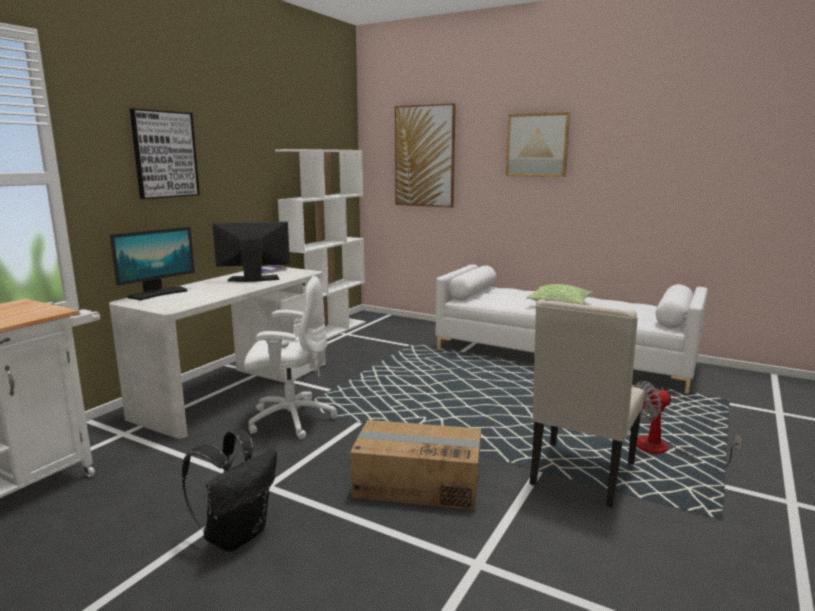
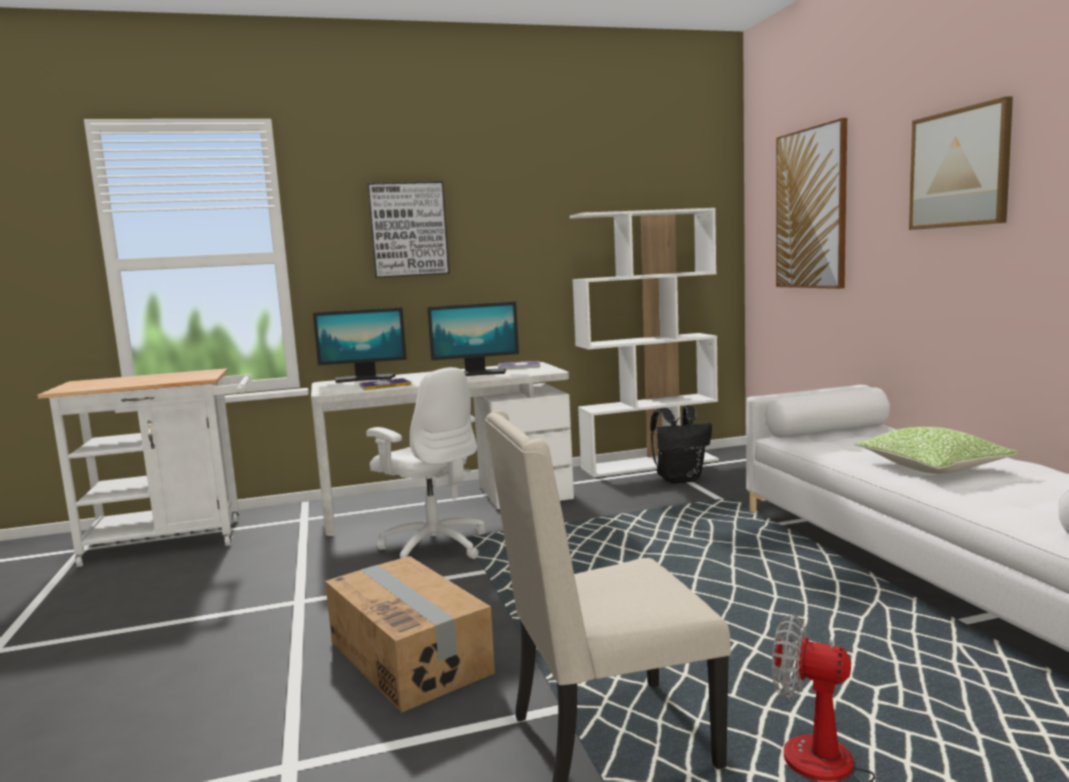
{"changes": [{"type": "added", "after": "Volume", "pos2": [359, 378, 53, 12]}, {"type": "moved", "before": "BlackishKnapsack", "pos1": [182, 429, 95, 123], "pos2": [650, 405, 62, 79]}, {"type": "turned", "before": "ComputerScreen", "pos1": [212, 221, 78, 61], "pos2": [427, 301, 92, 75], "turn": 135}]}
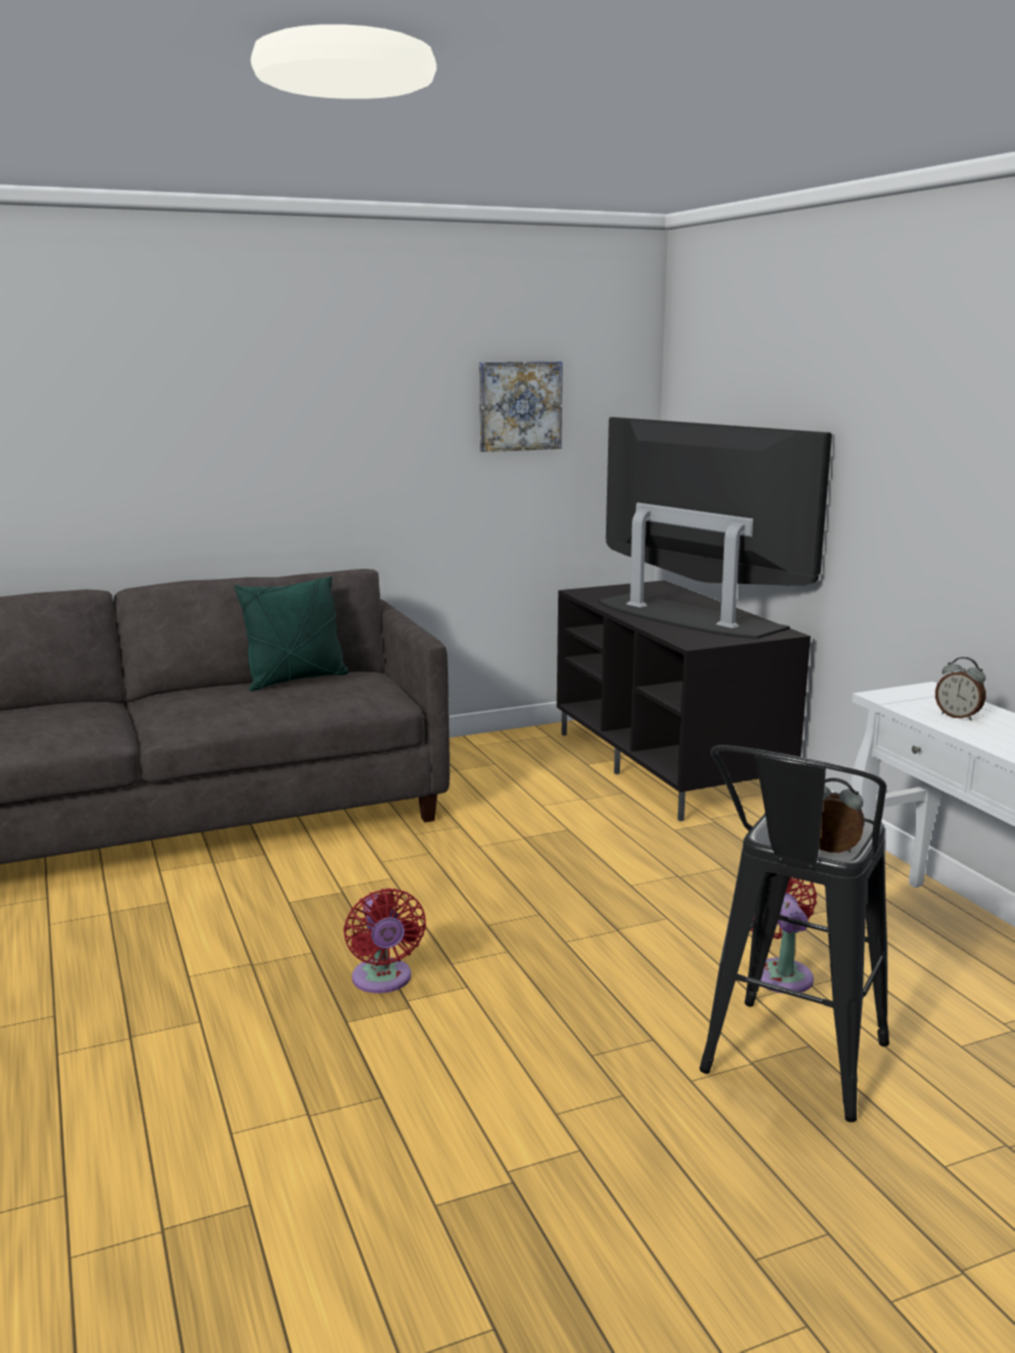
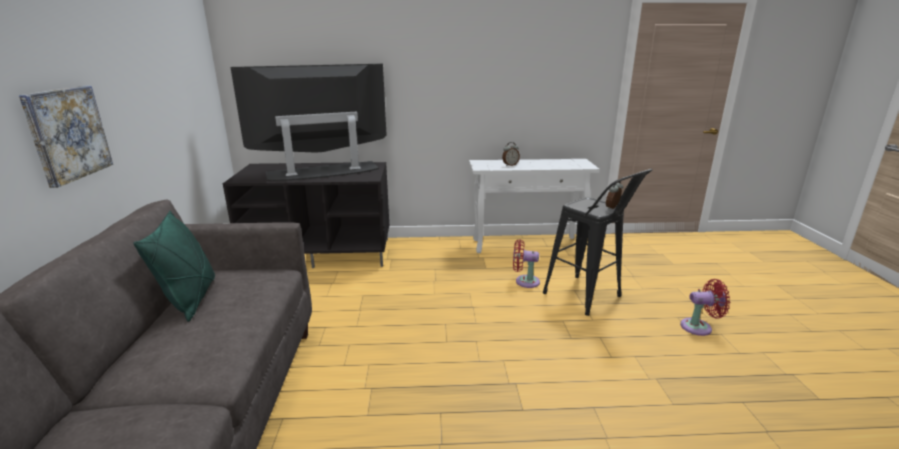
{"changes": [{"type": "moved", "before": "RedFan", "pos1": [343, 888, 83, 105], "pos2": [680, 279, 50, 57]}, {"type": "moved", "before": "WallArt", "pos1": [479, 361, 84, 91], "pos2": [19, 86, 94, 102]}]}
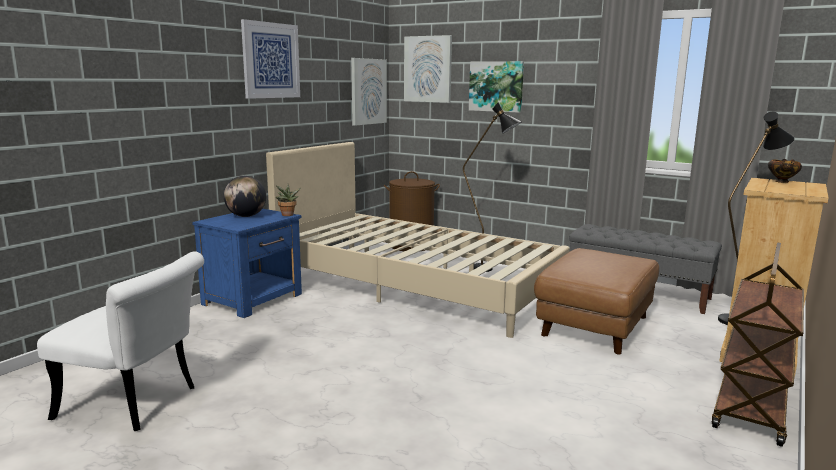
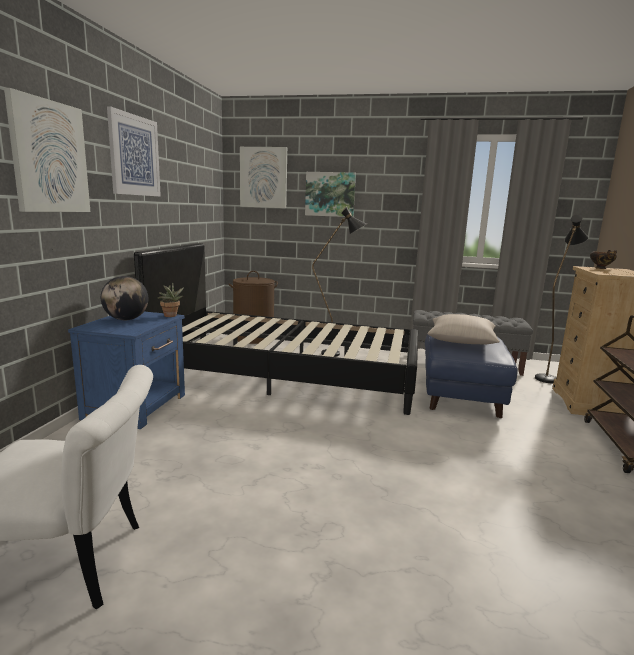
{"changes": [{"type": "added", "after": "BeigeColouredPillow", "pos2": [427, 314, 73, 31]}, {"type": "moved", "before": "WallArt", "pos1": [351, 58, 36, 68], "pos2": [4, 88, 86, 124]}, {"type": "recoloured", "before": "BeigeColouredSleepingBed", "after": "BlackishSleepingBed", "pos1": [266, 142, 304, 196], "pos2": [134, 243, 284, 172]}, {"type": "recoloured", "before": "BrownPouffe", "after": "BluePouffe", "pos1": [534, 248, 125, 107], "pos2": [425, 334, 93, 84]}]}
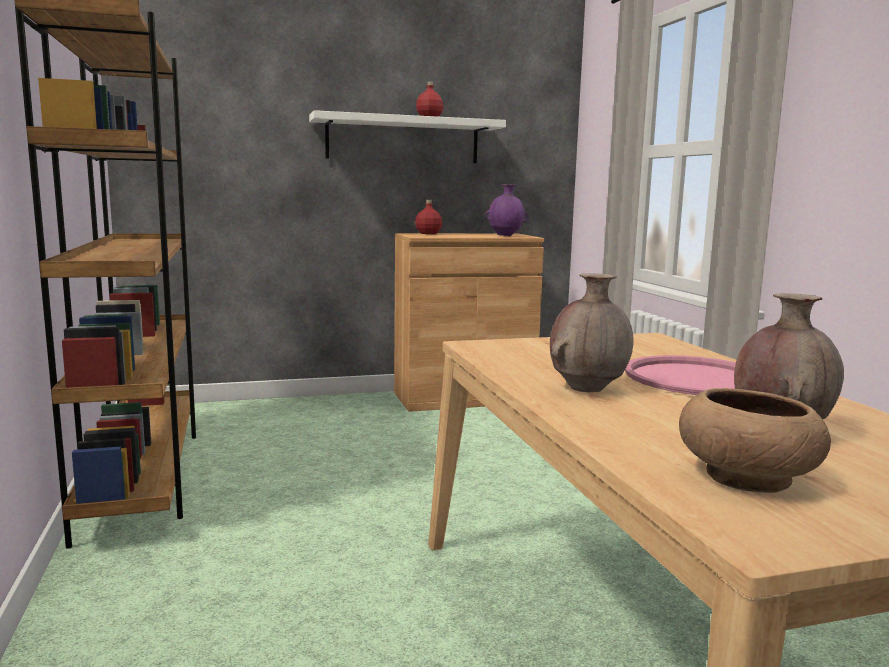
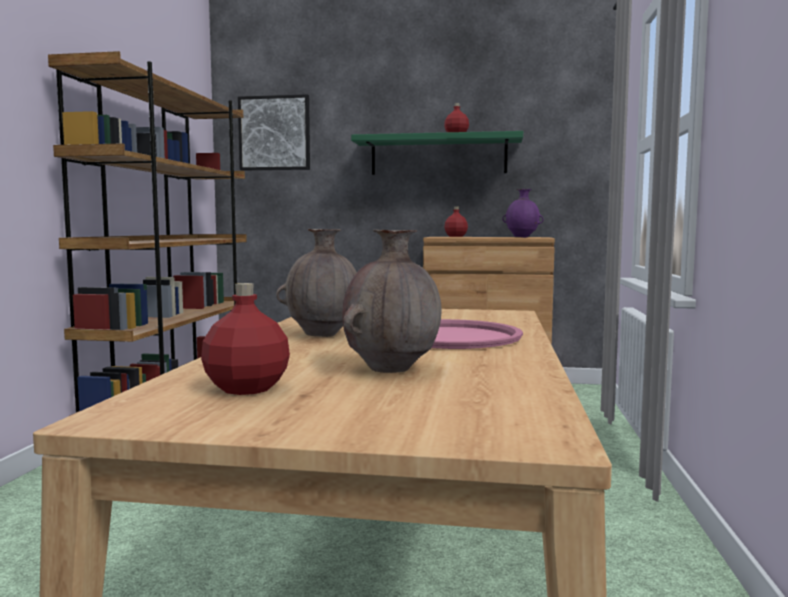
{"changes": [{"type": "added", "after": "WallArt", "pos2": [238, 94, 72, 77]}, {"type": "replaced", "before": "BrownBowl", "after": "RedBeverageBottle", "pos1": [679, 388, 152, 105], "pos2": [201, 283, 89, 112]}, {"type": "recoloured", "before": "WhiteBracketShelf", "after": "GreenColouredBracketShelf", "pos1": [309, 110, 197, 53], "pos2": [351, 131, 172, 44]}]}
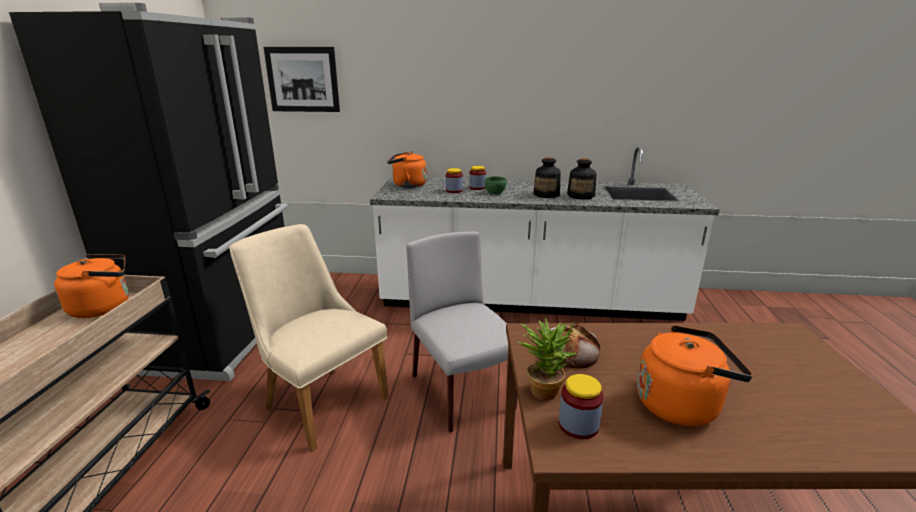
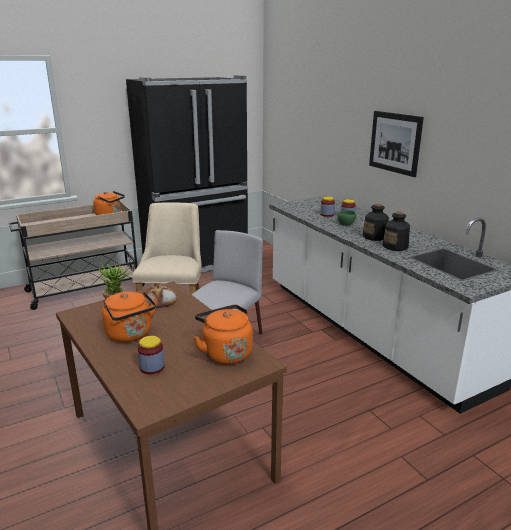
{"changes": [{"type": "moved", "before": "WallArt", "pos1": [264, 47, 76, 65], "pos2": [369, 111, 55, 66]}, {"type": "moved", "before": "OrangeyWaterKettle", "pos1": [387, 151, 40, 37], "pos2": [194, 305, 59, 60]}, {"type": "moved", "before": "StorageJar", "pos1": [559, 374, 45, 65], "pos2": [138, 336, 27, 38]}]}
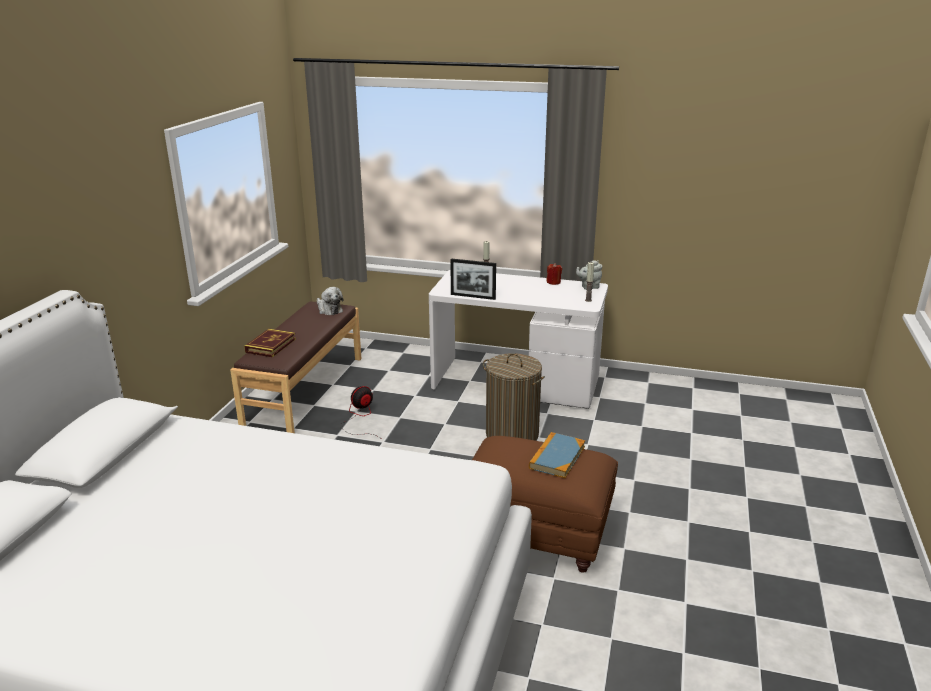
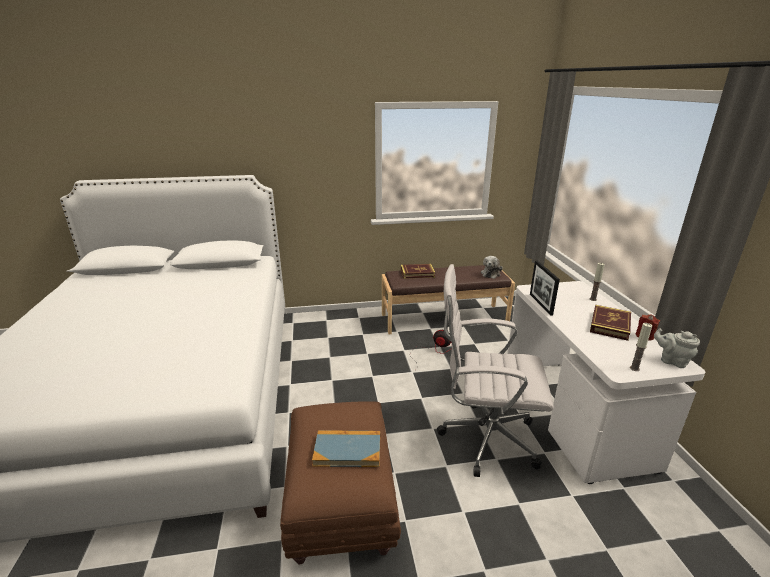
{"changes": [{"type": "added", "after": "Volume", "pos2": [590, 305, 41, 36]}, {"type": "replaced", "before": "WashingBasket", "after": "WhiteDeskChair", "pos1": [483, 353, 62, 88], "pos2": [437, 264, 117, 213]}]}
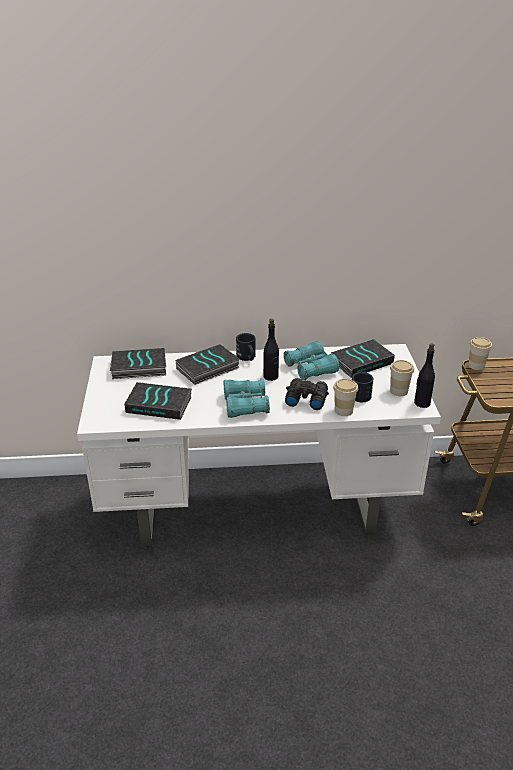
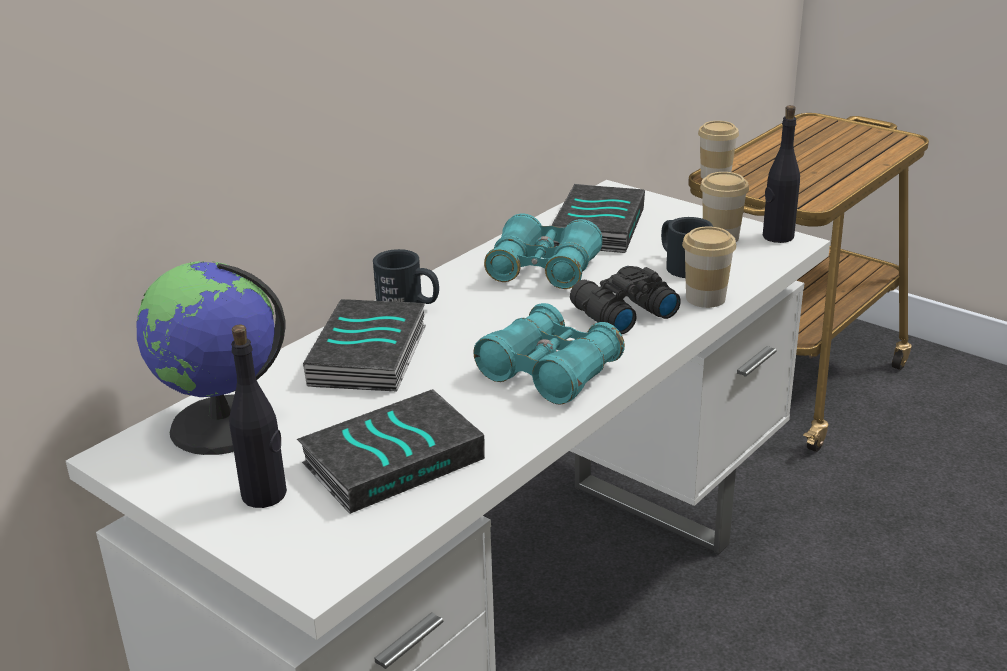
{"changes": [{"type": "moved", "before": "BlackishBeverageBottle", "pos1": [263, 319, 16, 62], "pos2": [229, 325, 58, 183]}, {"type": "replaced", "before": "Volume", "after": "WorldGlobe", "pos1": [110, 348, 56, 31], "pos2": [137, 261, 148, 194]}]}
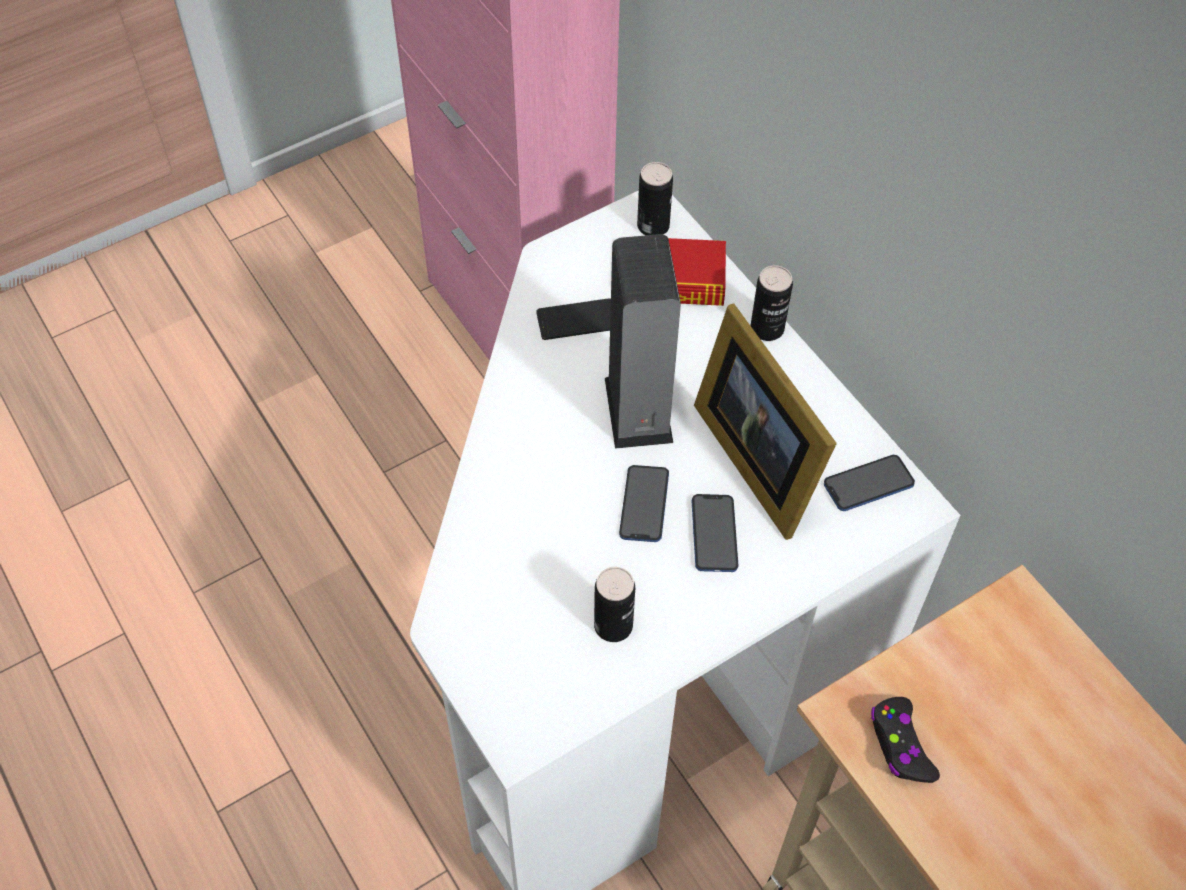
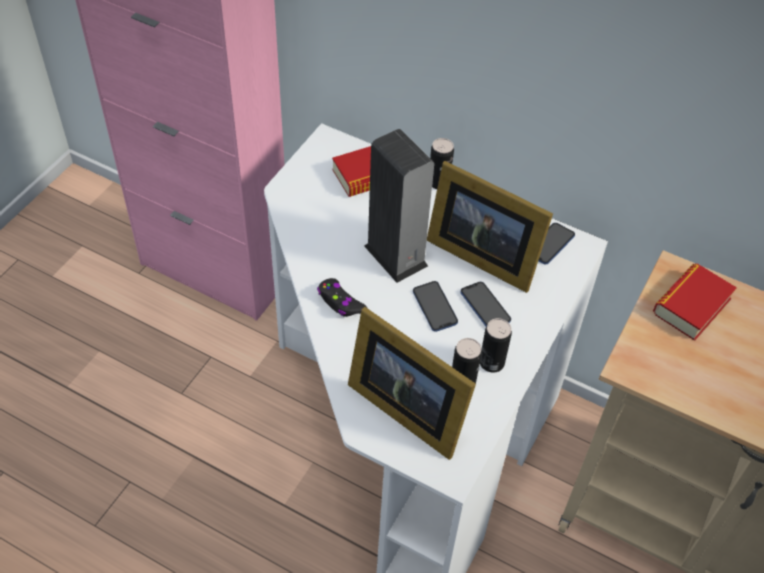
{"changes": [{"type": "removed", "before": "Telephone", "pos1": [536, 298, 75, 42]}, {"type": "added", "after": "StandingFrame", "pos2": [348, 307, 128, 153]}, {"type": "added", "after": "Volume", "pos2": [653, 263, 84, 78]}, {"type": "moved", "before": "Can", "pos1": [637, 162, 36, 73], "pos2": [480, 318, 32, 55]}, {"type": "moved", "before": "BlackishGamepad", "pos1": [871, 697, 69, 86], "pos2": [317, 278, 50, 39]}]}
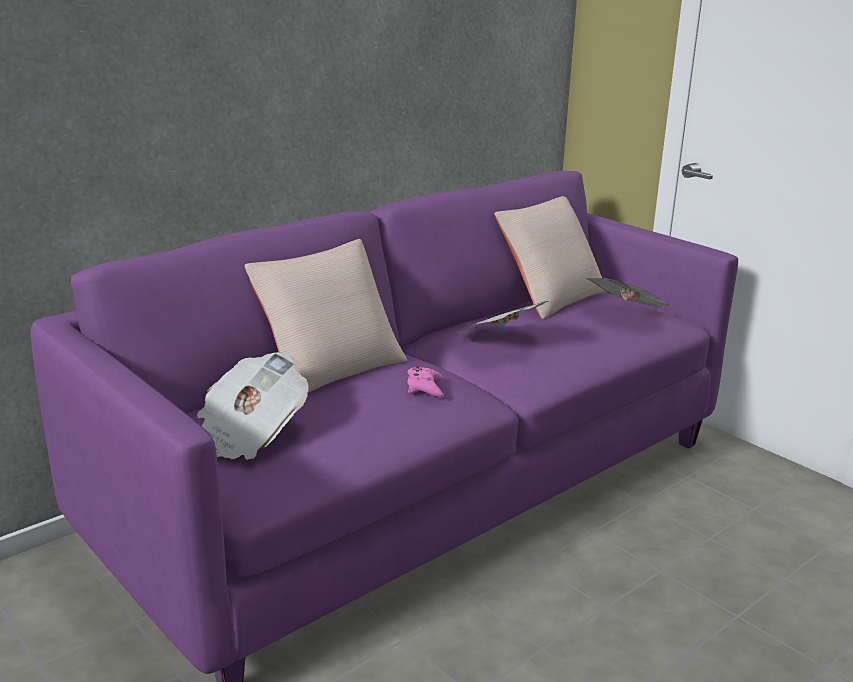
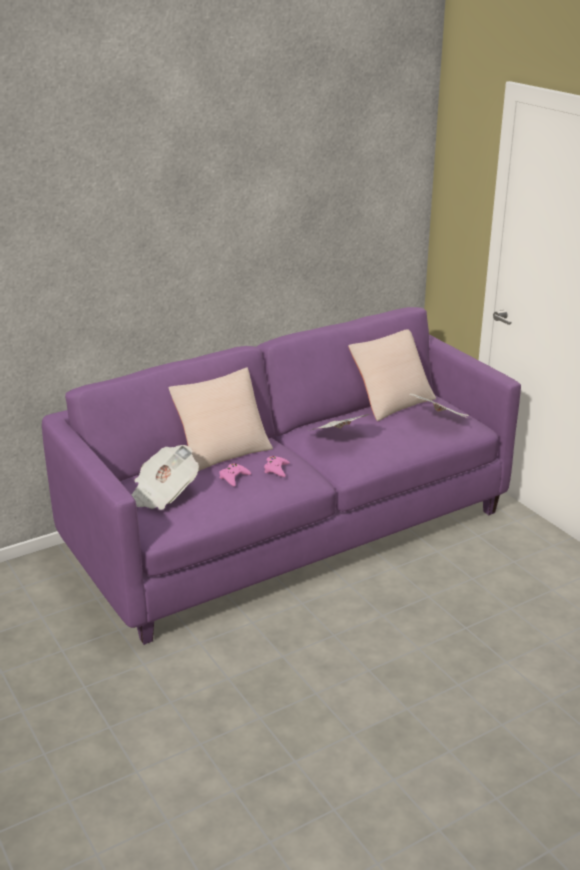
{"changes": [{"type": "added", "after": "PinkColouredGamepad", "pos2": [219, 463, 32, 24]}]}
